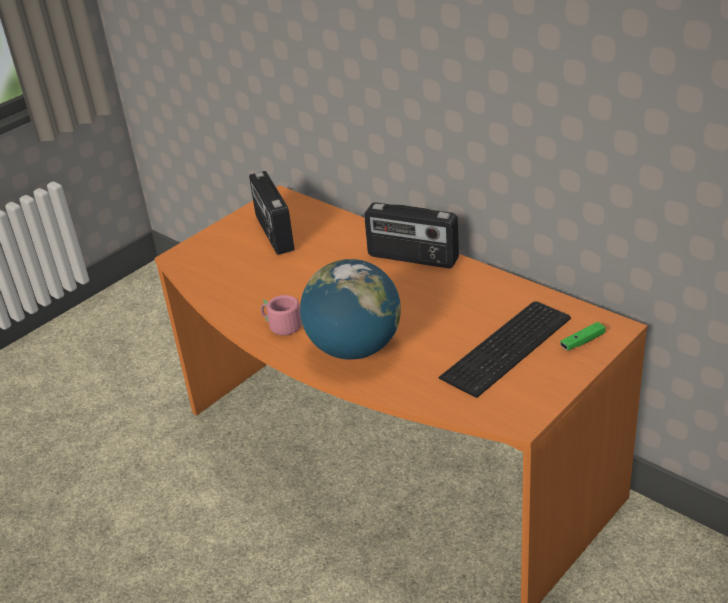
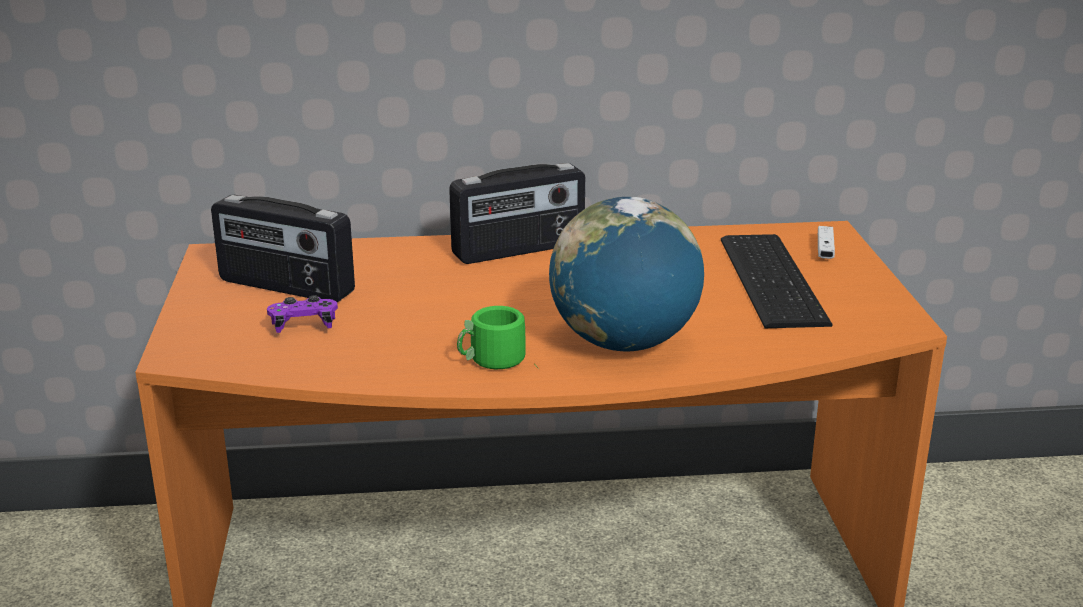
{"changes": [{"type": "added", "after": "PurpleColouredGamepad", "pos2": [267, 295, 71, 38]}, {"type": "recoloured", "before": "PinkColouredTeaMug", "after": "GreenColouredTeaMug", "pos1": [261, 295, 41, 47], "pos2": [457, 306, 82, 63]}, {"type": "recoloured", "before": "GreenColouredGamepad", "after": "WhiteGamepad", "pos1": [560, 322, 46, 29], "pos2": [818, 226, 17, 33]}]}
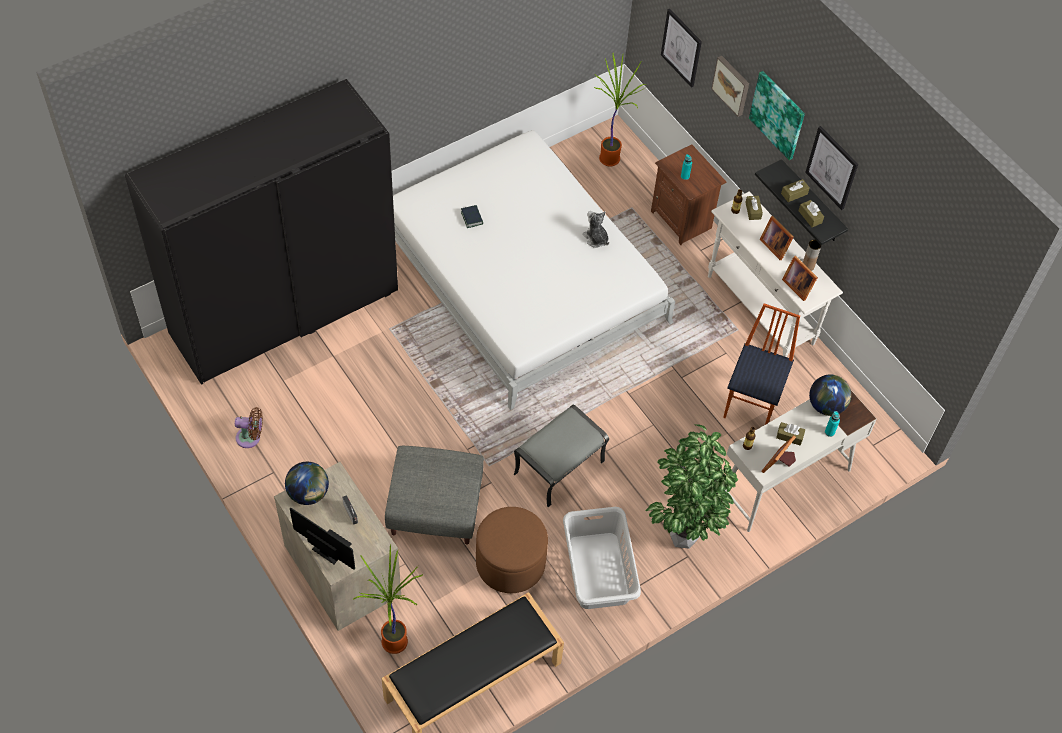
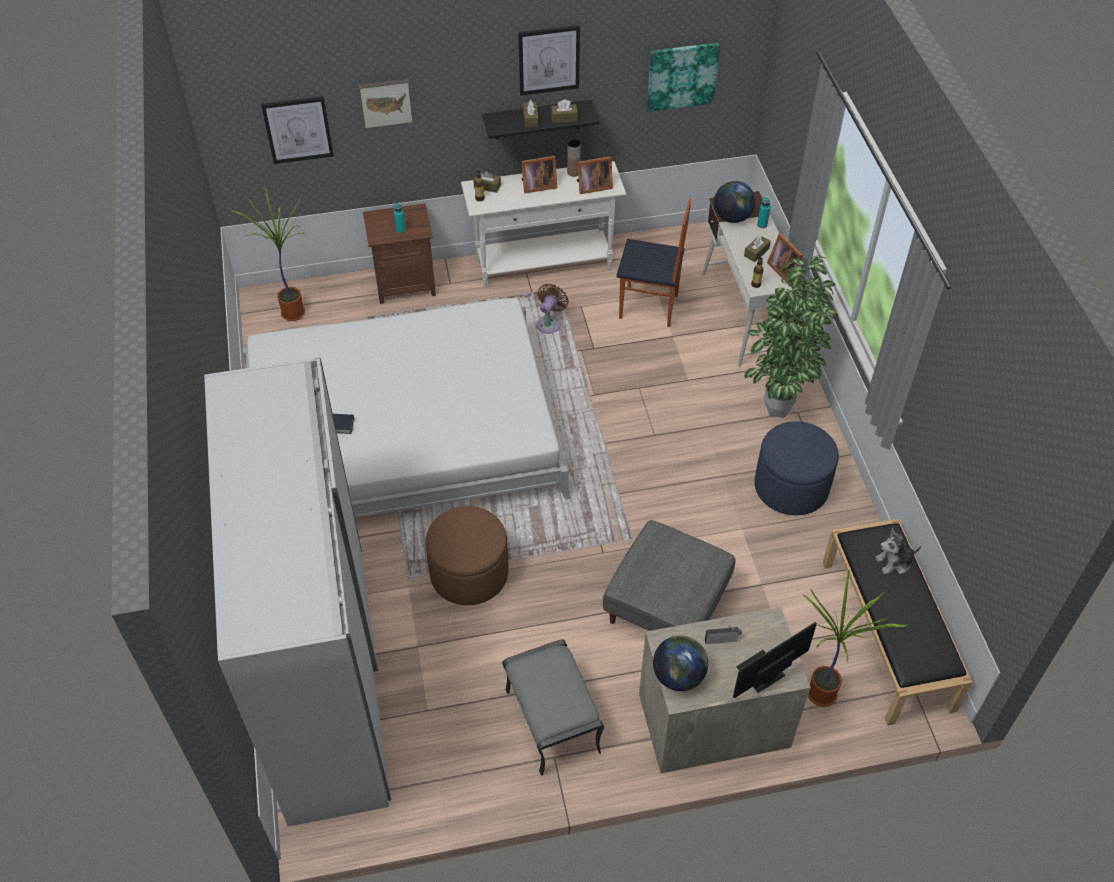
{"changes": [{"type": "moved", "before": "BrownFan", "pos1": [235, 407, 28, 41], "pos2": [536, 284, 33, 50]}, {"type": "moved", "before": "BrownPouffe", "pos1": [476, 507, 72, 86], "pos2": [425, 506, 83, 99]}, {"type": "moved", "before": "GreyishPouffe", "pos1": [514, 405, 95, 102], "pos2": [502, 639, 102, 137]}, {"type": "moved", "before": "SoftToy", "pos1": [582, 211, 27, 37], "pos2": [875, 528, 46, 46]}, {"type": "moved", "before": "WallArt", "pos1": [749, 71, 56, 89], "pos2": [647, 42, 73, 70]}, {"type": "replaced", "before": "GreyishWashingBasket", "after": "BluePouffe", "pos1": [563, 507, 78, 102], "pos2": [754, 421, 85, 94]}, {"type": "recoloured", "before": "BlackishWardrobe", "after": "WhiteWardrobe", "pos1": [125, 79, 273, 306], "pos2": [204, 357, 187, 470]}, {"type": "turned", "before": "PlainChair", "pos1": [723, 303, 77, 122], "pos2": [616, 198, 75, 129], "turn": 150}]}
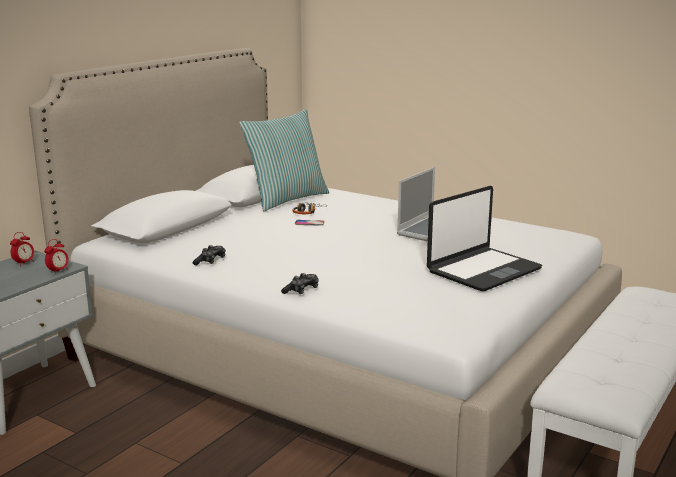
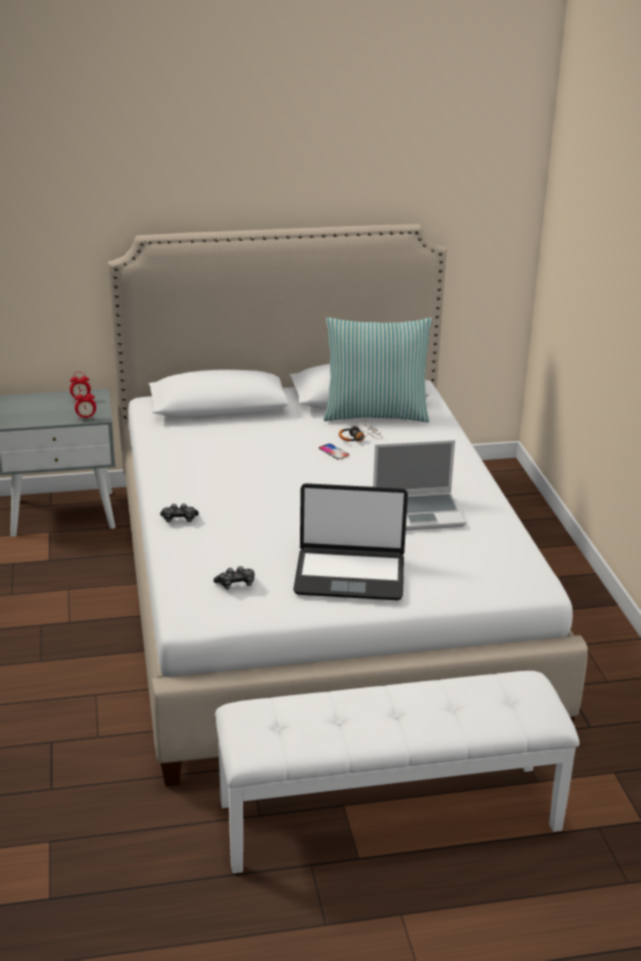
{"changes": [{"type": "moved", "before": "Gamepad", "pos1": [193, 245, 33, 20], "pos2": [214, 566, 41, 23]}]}
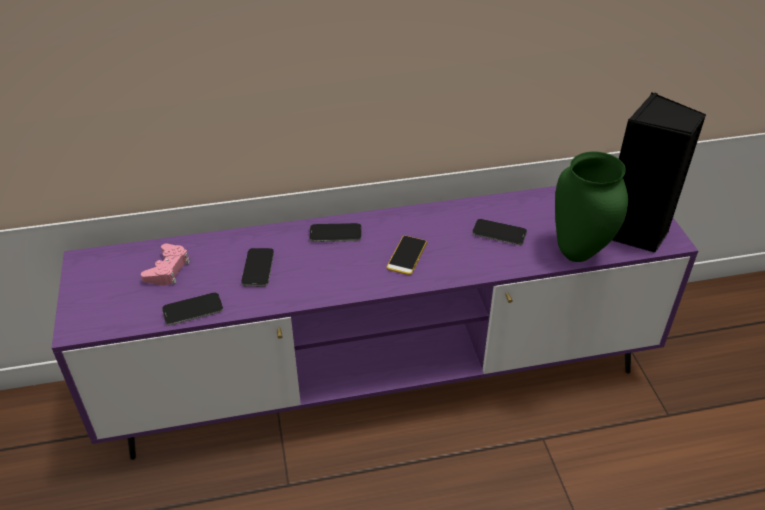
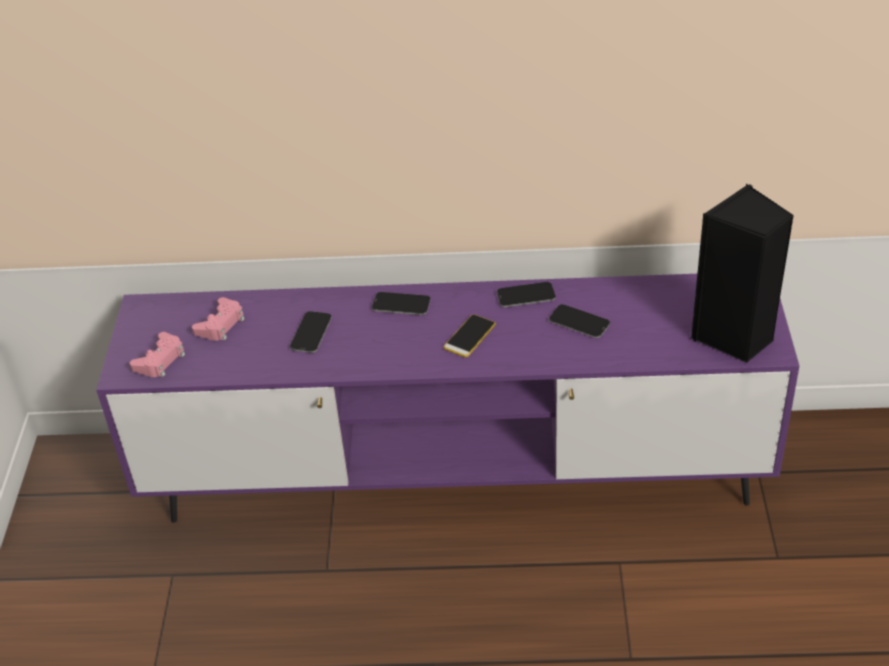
{"changes": [{"type": "removed", "before": "GreenColouredDecorativeVase", "pos1": [555, 152, 73, 110]}, {"type": "added", "after": "PinkColouredGamepad", "pos2": [130, 332, 55, 45]}, {"type": "moved", "before": "Telephone", "pos1": [162, 293, 61, 32], "pos2": [497, 282, 59, 25]}]}
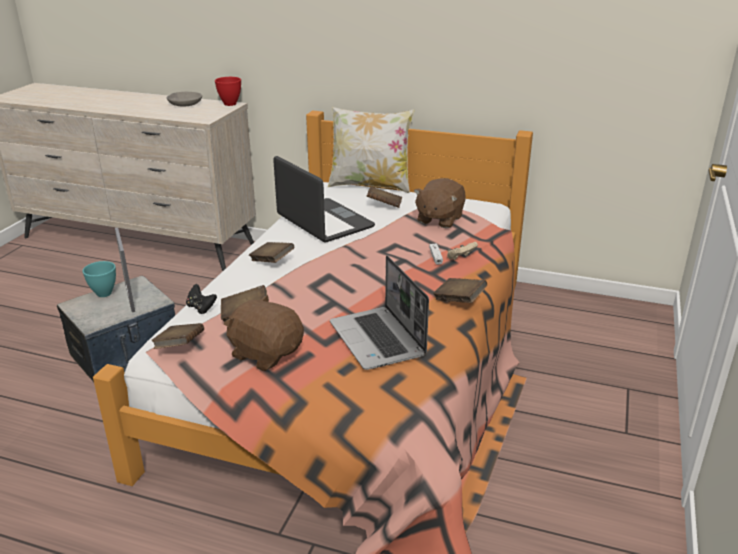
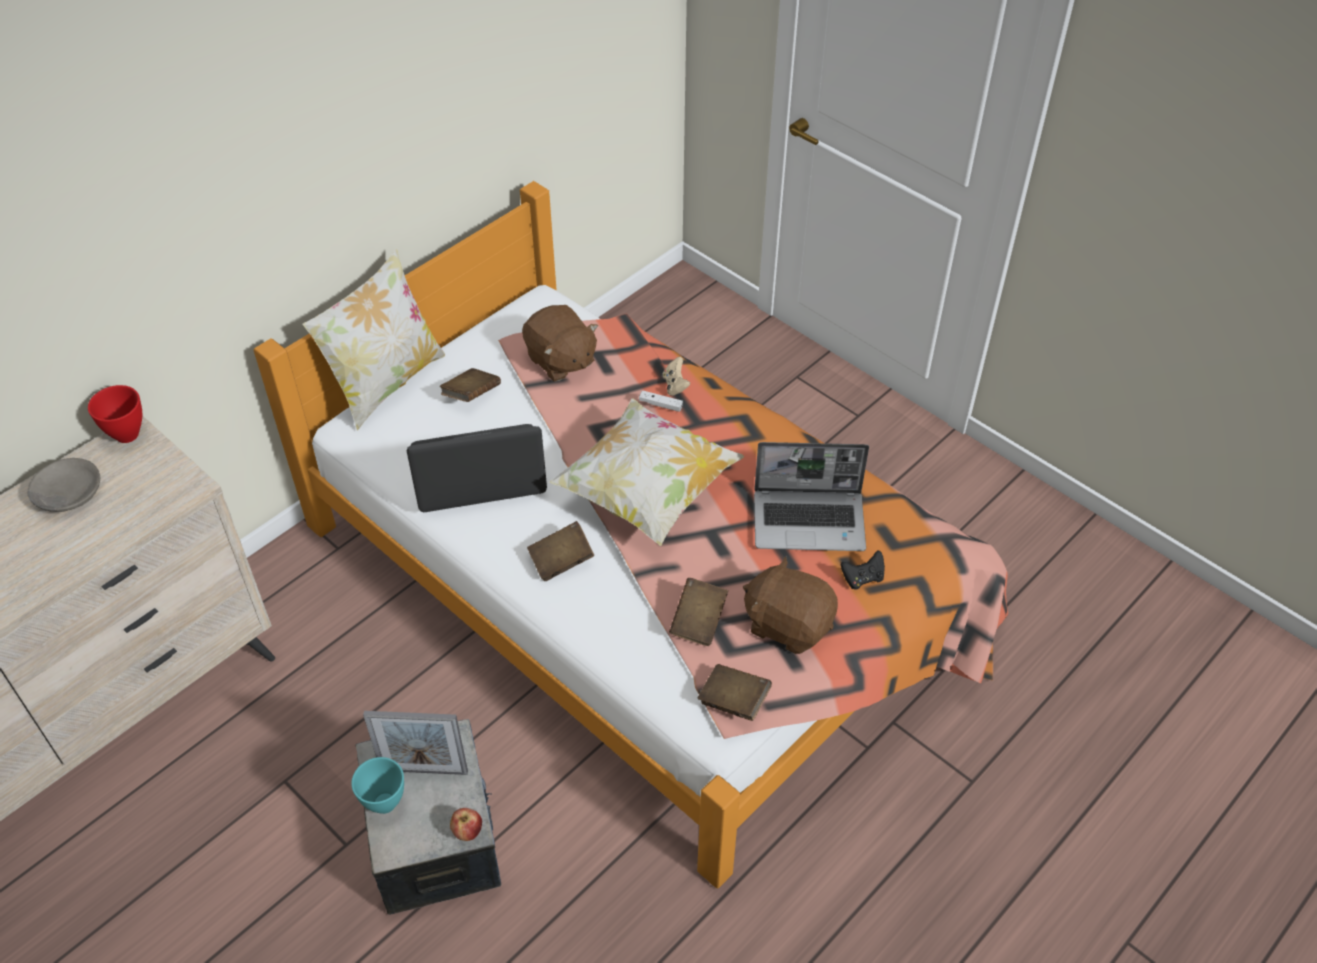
{"changes": [{"type": "removed", "before": "BrownVolume", "pos1": [433, 278, 54, 25]}, {"type": "added", "after": "AppleFruit", "pos2": [450, 808, 32, 33]}, {"type": "added", "after": "Pillow", "pos2": [549, 398, 195, 148]}, {"type": "moved", "before": "BlackishGamepad", "pos1": [186, 284, 31, 30], "pos2": [841, 550, 44, 39]}, {"type": "turned", "before": "BrownSoftToy", "pos1": [224, 295, 80, 76], "pos2": [743, 556, 95, 98], "turn": 60}]}
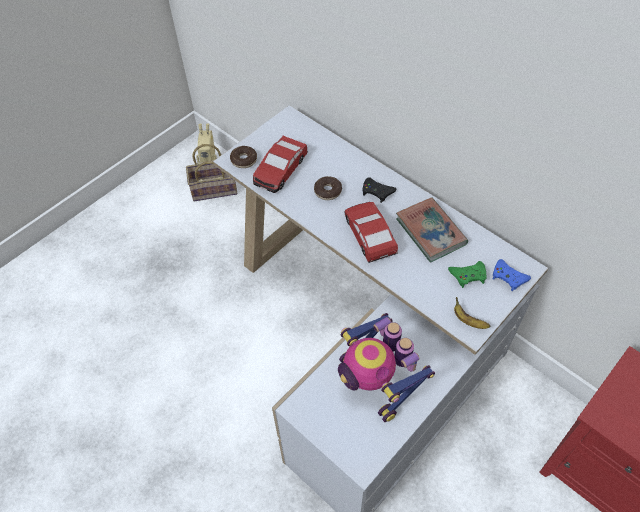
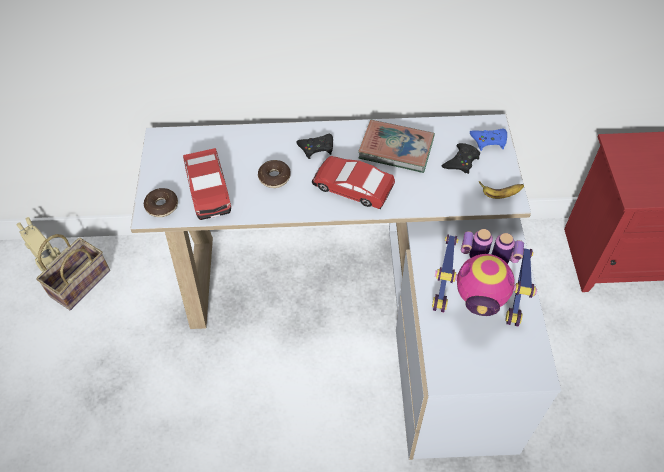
{"changes": [{"type": "recoloured", "before": "GreenColouredGamepad", "after": "BlackishGamepad", "pos1": [448, 261, 38, 27], "pos2": [442, 143, 38, 31]}]}
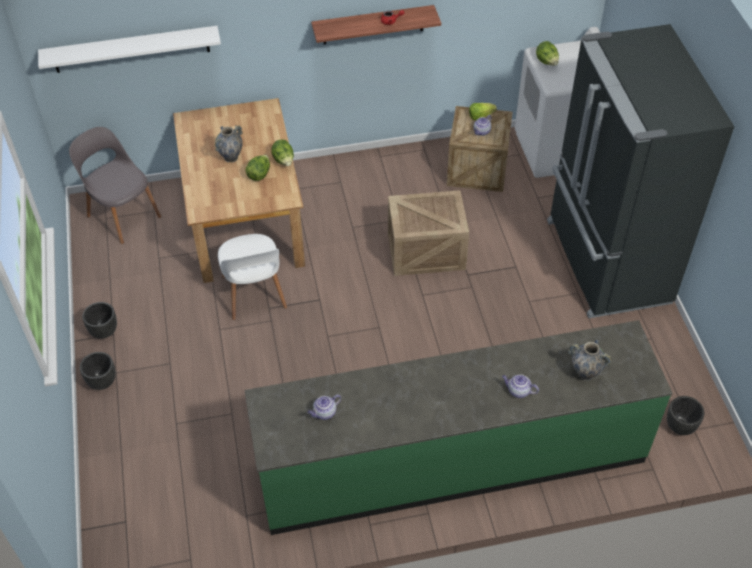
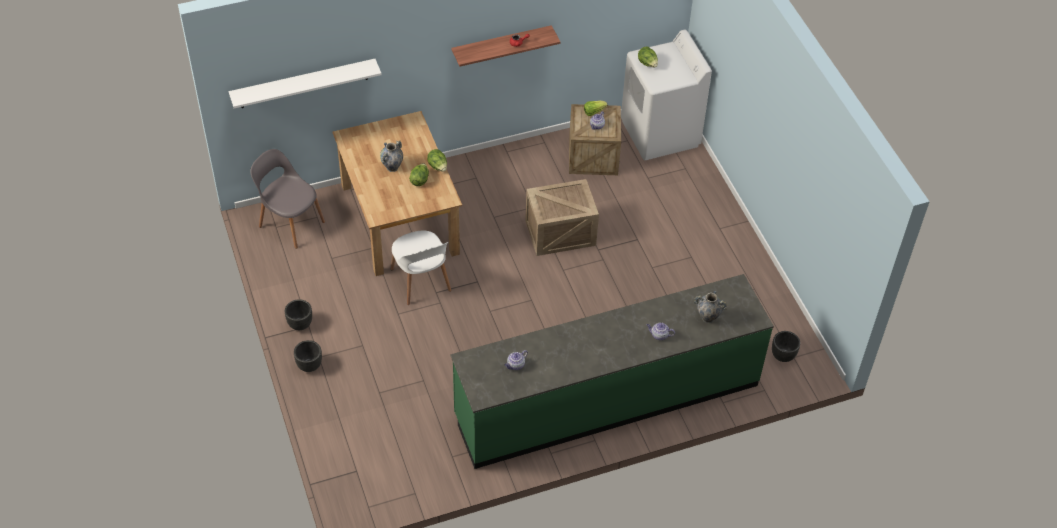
{"changes": [{"type": "removed", "before": "BlackishFridge", "pos1": [547, 24, 188, 294]}]}
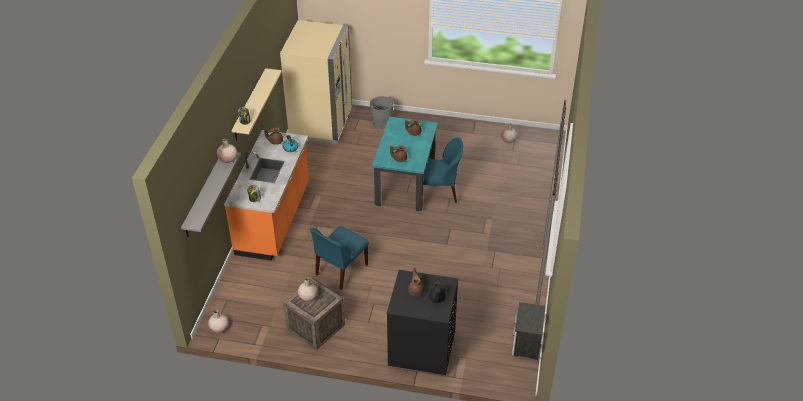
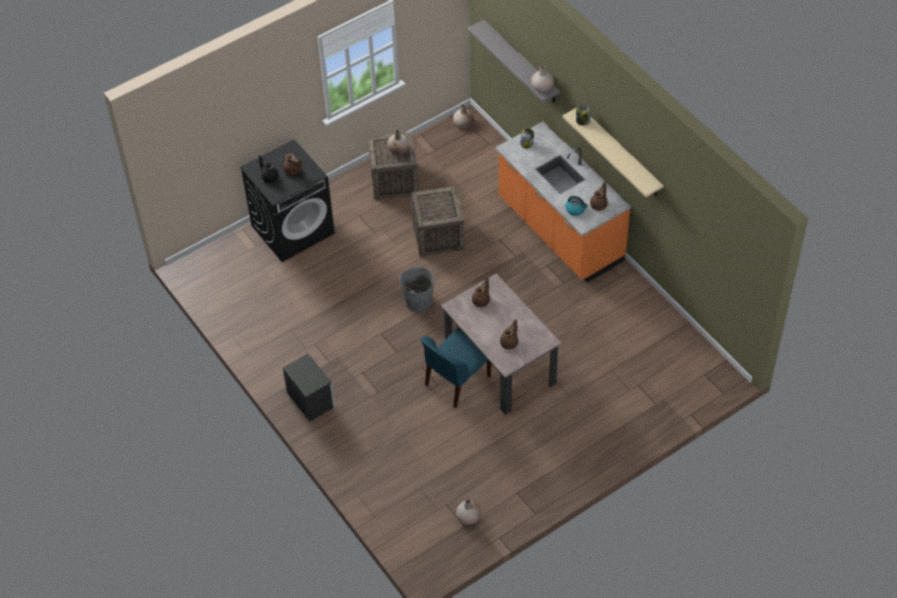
{"changes": [{"type": "removed", "before": "BeigeColouredFridge", "pos1": [280, 20, 72, 124]}, {"type": "moved", "before": "GreyishBucket", "pos1": [370, 96, 24, 33], "pos2": [399, 266, 35, 46]}, {"type": "moved", "before": "Nightstand", "pos1": [512, 302, 33, 58], "pos2": [283, 354, 52, 68]}, {"type": "replaced", "before": "BluePlainChair", "after": "Crate", "pos1": [310, 226, 59, 64], "pos2": [410, 186, 55, 70]}, {"type": "recoloured", "before": "BlueGreenKitchenTable", "after": "BeigeColouredKitchenTable", "pos1": [372, 117, 66, 94], "pos2": [441, 273, 120, 142]}]}
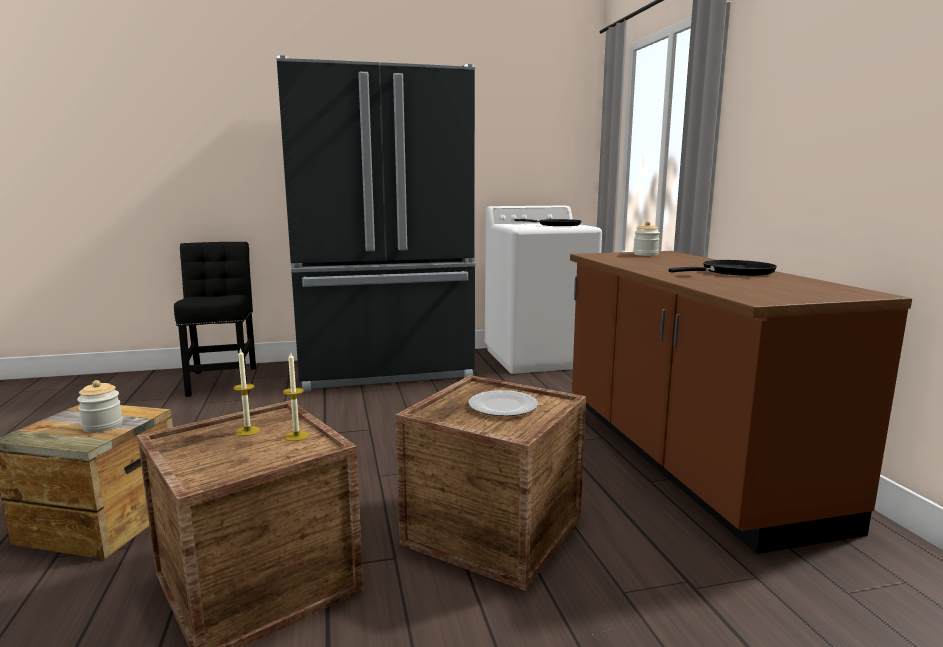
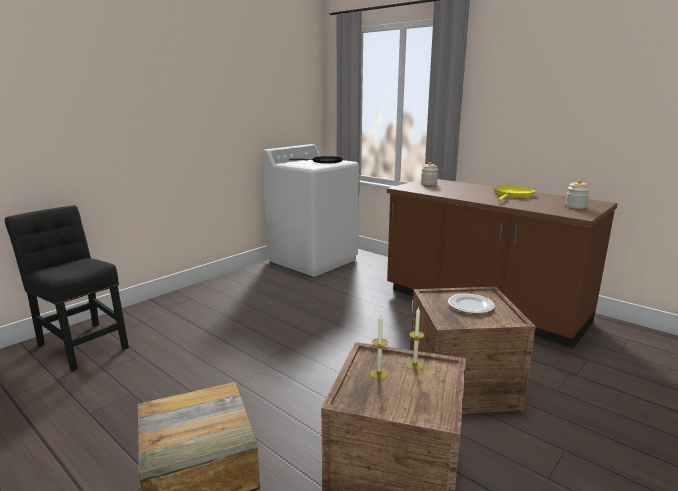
{"changes": [{"type": "removed", "before": "BlackishFridge", "pos1": [276, 55, 199, 336]}, {"type": "moved", "before": "StorageJar", "pos1": [77, 380, 46, 53], "pos2": [565, 180, 25, 29]}, {"type": "recoloured", "before": "BlackishSkillet", "after": "YellowishSkillet", "pos1": [668, 260, 109, 16], "pos2": [494, 186, 42, 15]}]}
